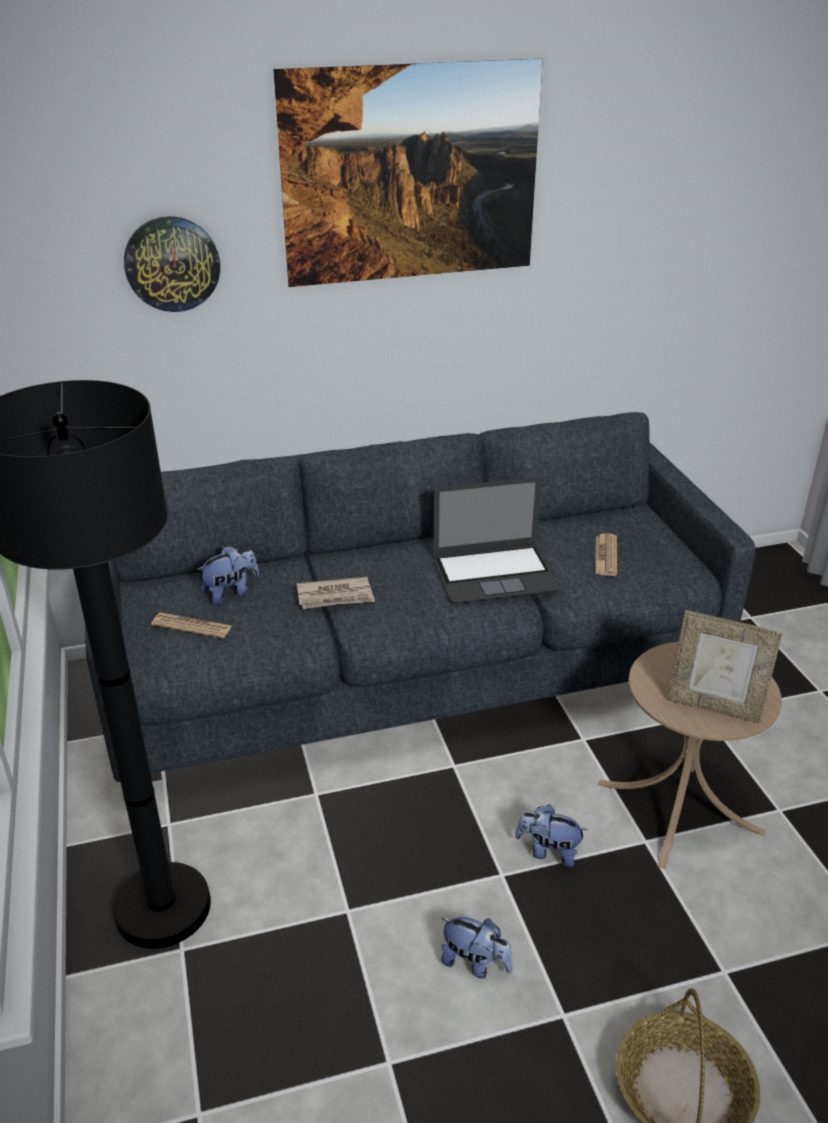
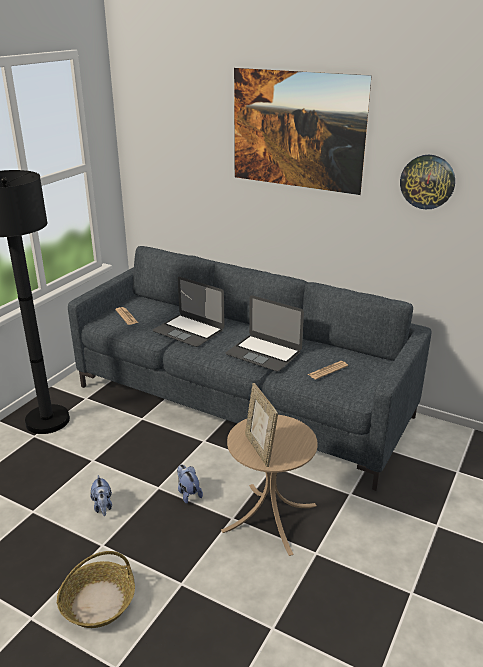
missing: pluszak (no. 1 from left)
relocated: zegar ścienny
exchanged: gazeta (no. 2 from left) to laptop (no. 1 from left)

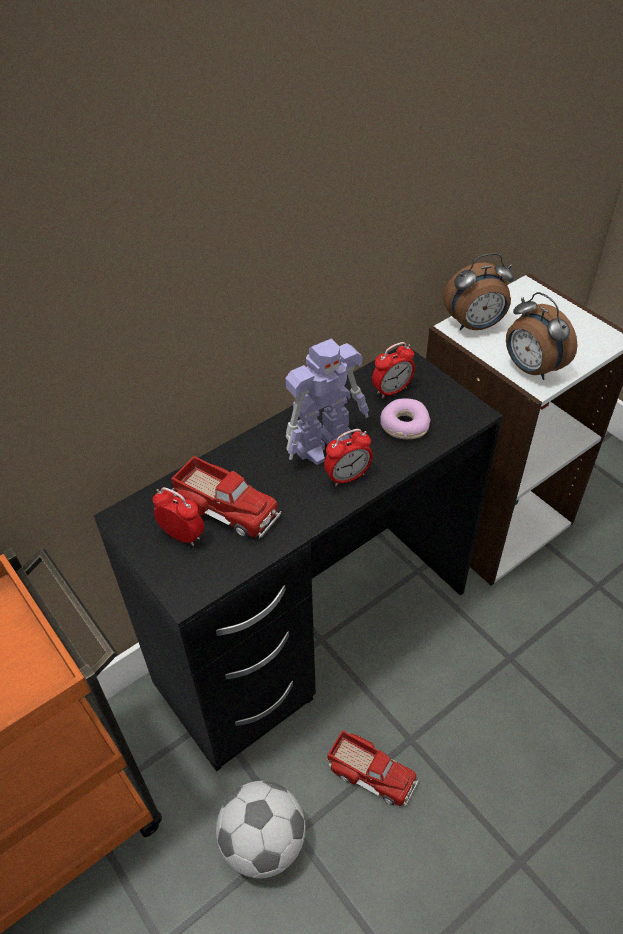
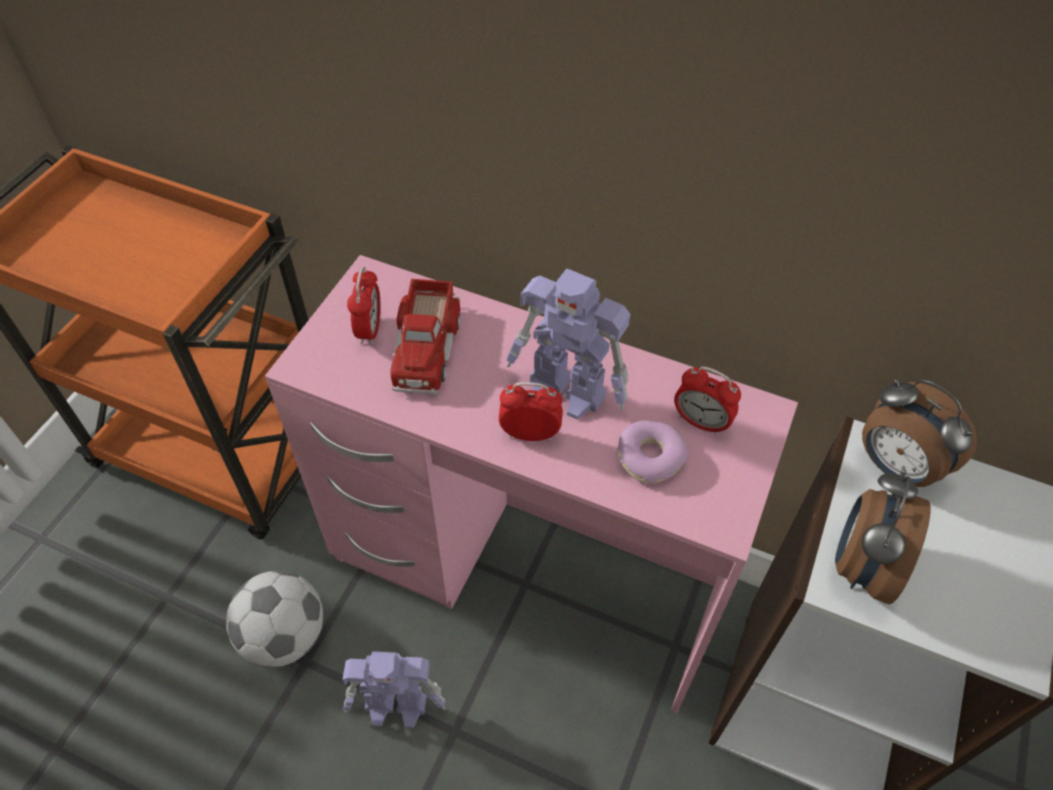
exchanged: ciężarówka zabawkowa (no. 2 from left) to robot zabawkowy (no. 1 from left)
colour: biurko [czarny] to biurko [różowy]
spun: budzik (no. 2 from left) 150 degrees clockwise

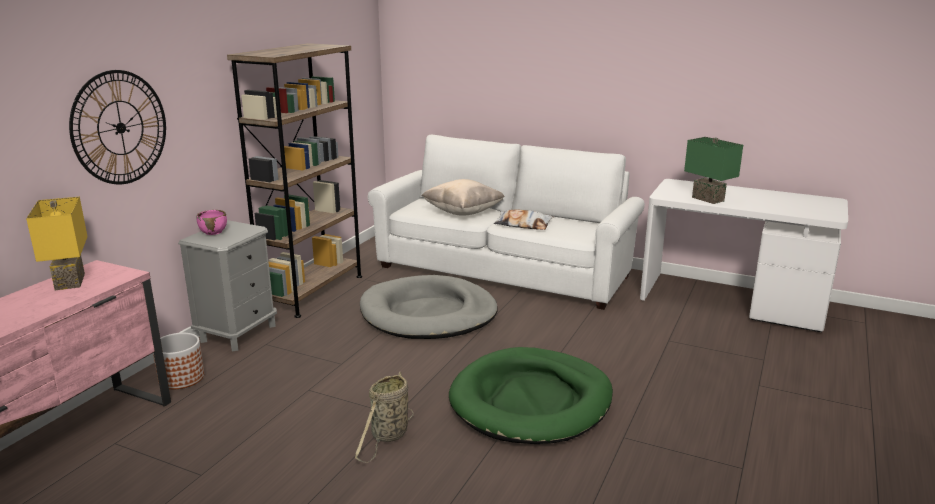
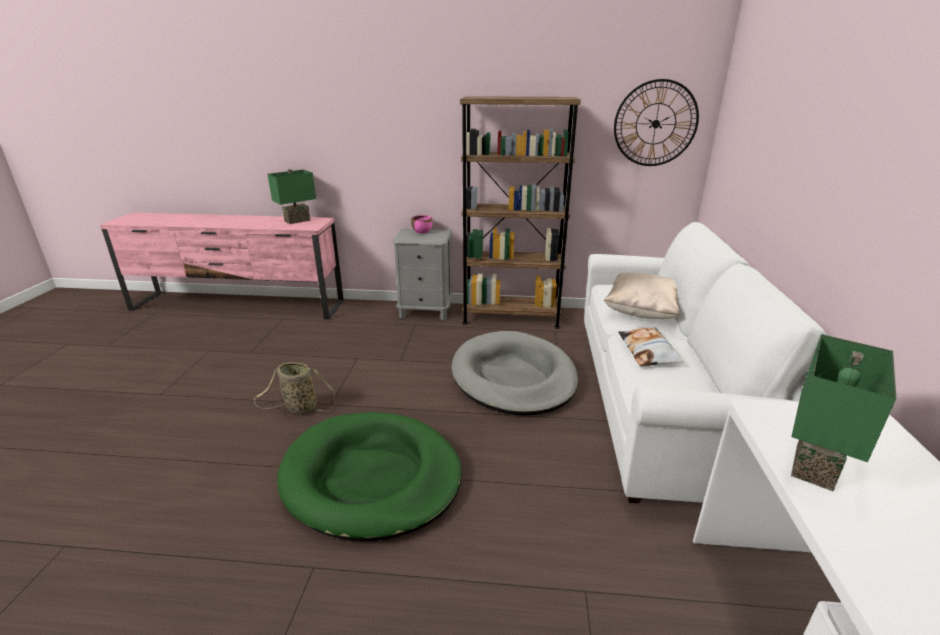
missing: donica
relocated: zegar ścienny
colour: lampa stołowa [żółty] to lampa stołowa [zielony] (no. 1 from left)

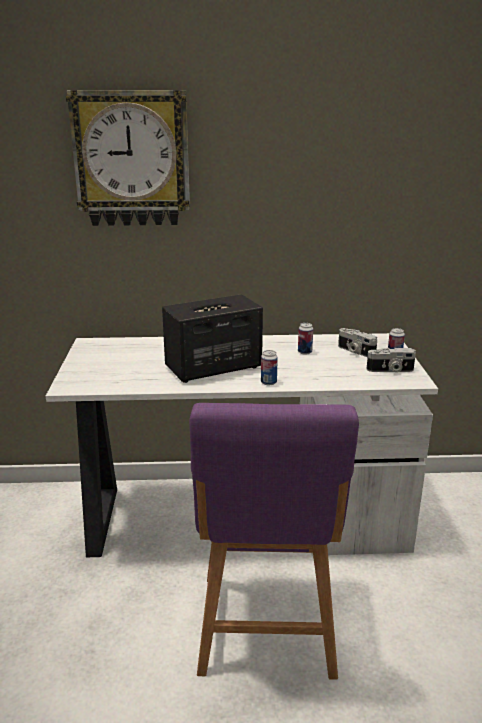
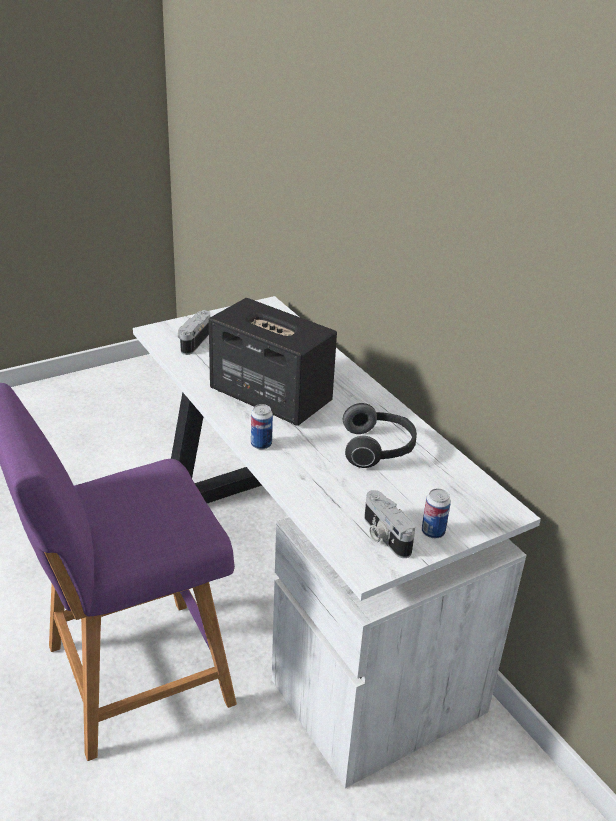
missing: zegar ścienny
relocated: aparat fotograficzny (no. 1 from left)
exchanged: puszka (no. 2 from left) to słuchawki

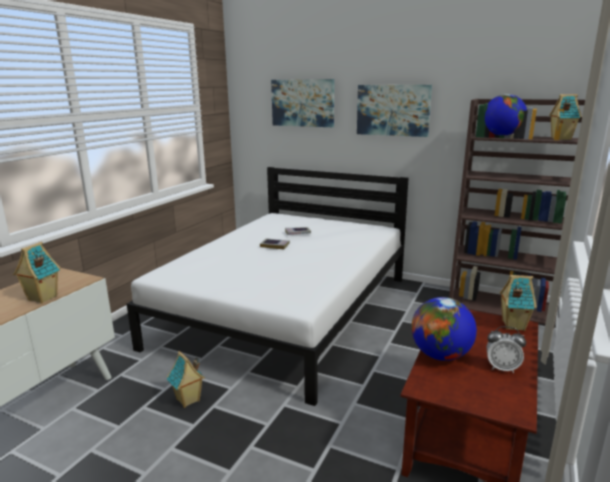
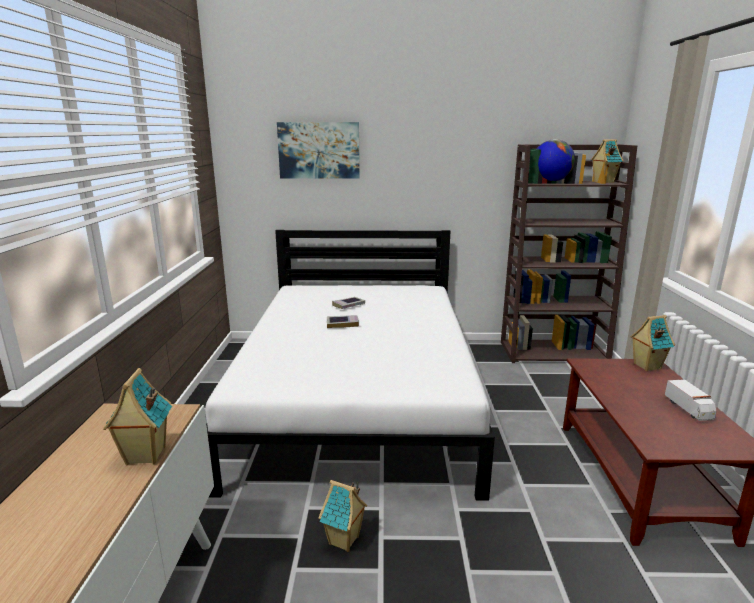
missing: obraz (no. 2 from left); globus (no. 1 from left)
exchanged: budzik to ciężarówka zabawkowa

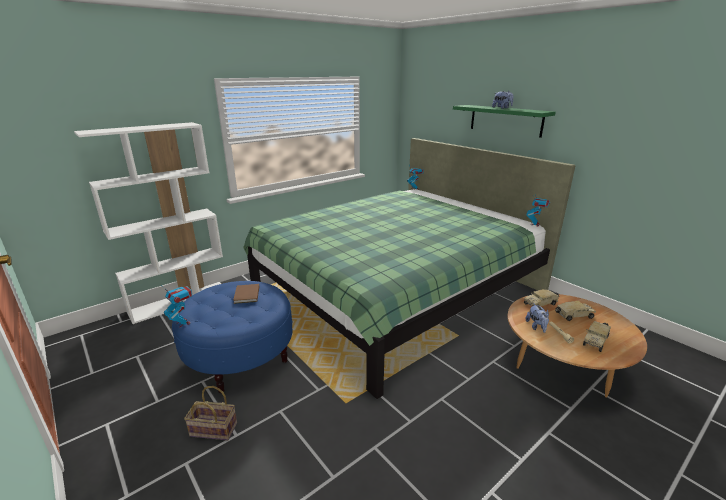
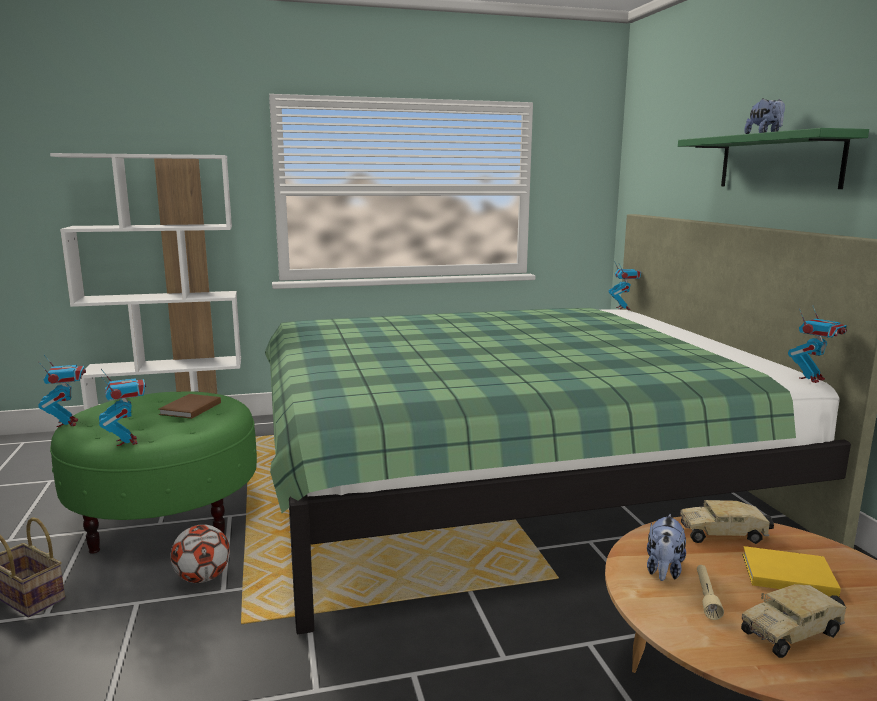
appeared: robot zabawkowy (no. 2 from left); piłka futbolowa
exchanged: ciężarówka zabawkowa (no. 2 from left) to książka [żółty]
colour: pufa [niebieski] to pufa [zielony]

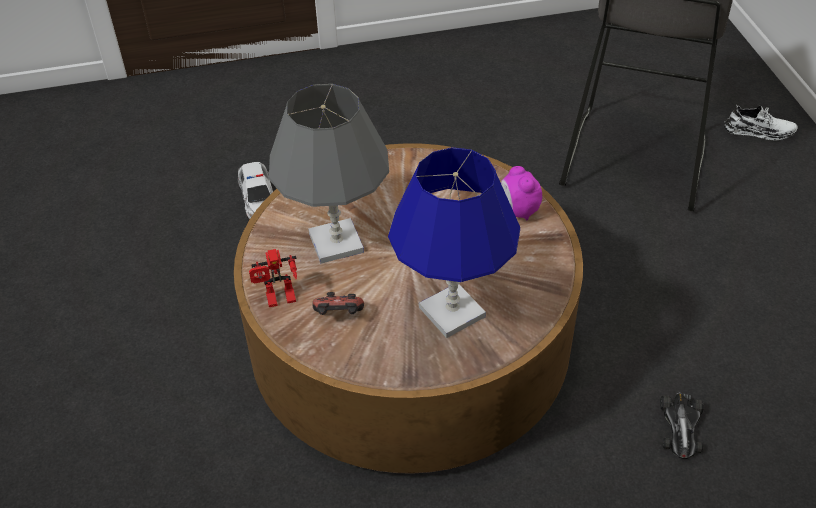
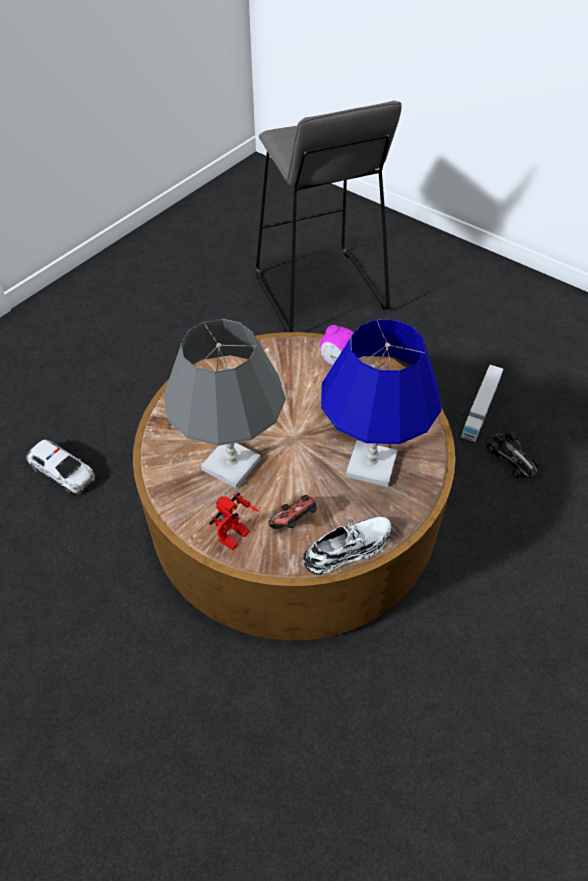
appeared: ciężarówka zabawkowa
relocated: but [biały]

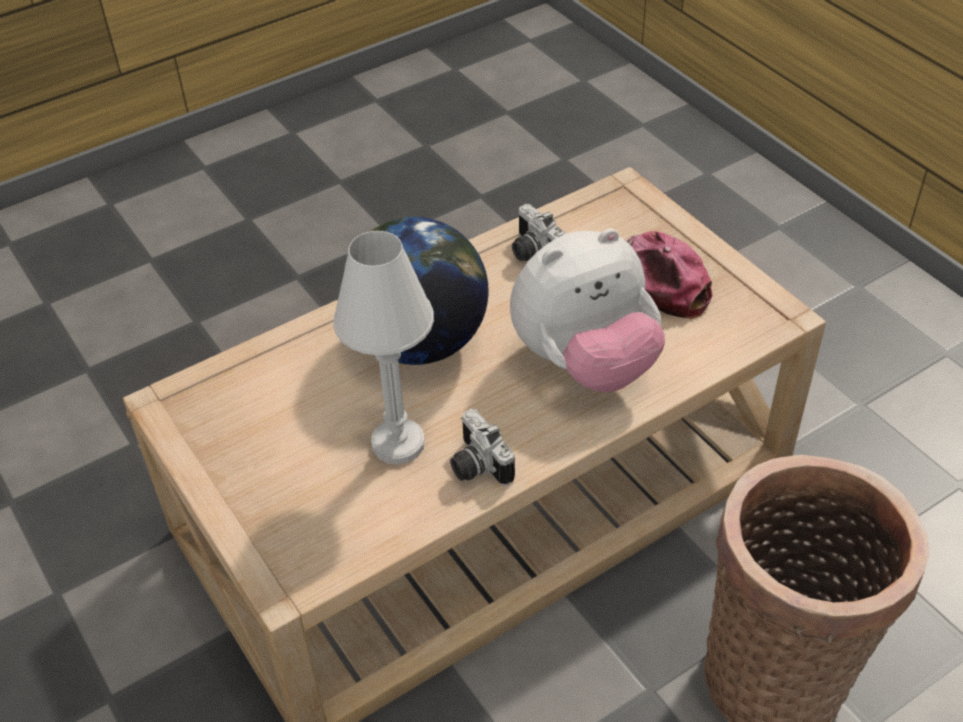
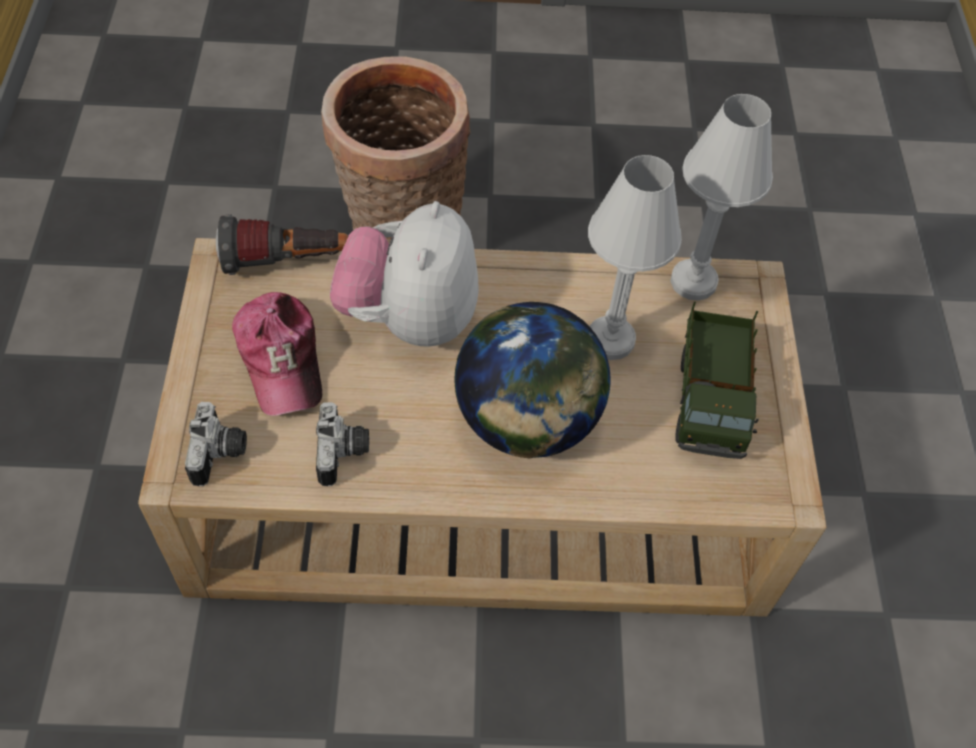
appeared: latarka; lampa stołowa [biały] (no. 2 from left); ciężarówka zabawkowa
relocated: aparat fotograficzny (no. 1 from left)
spun: pluszak 90 degrees counterclockwise

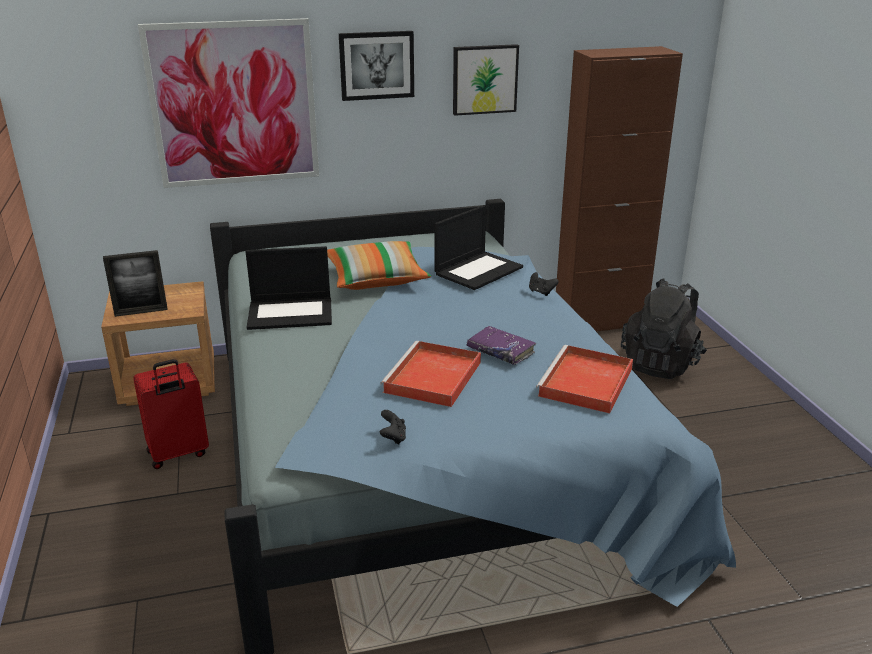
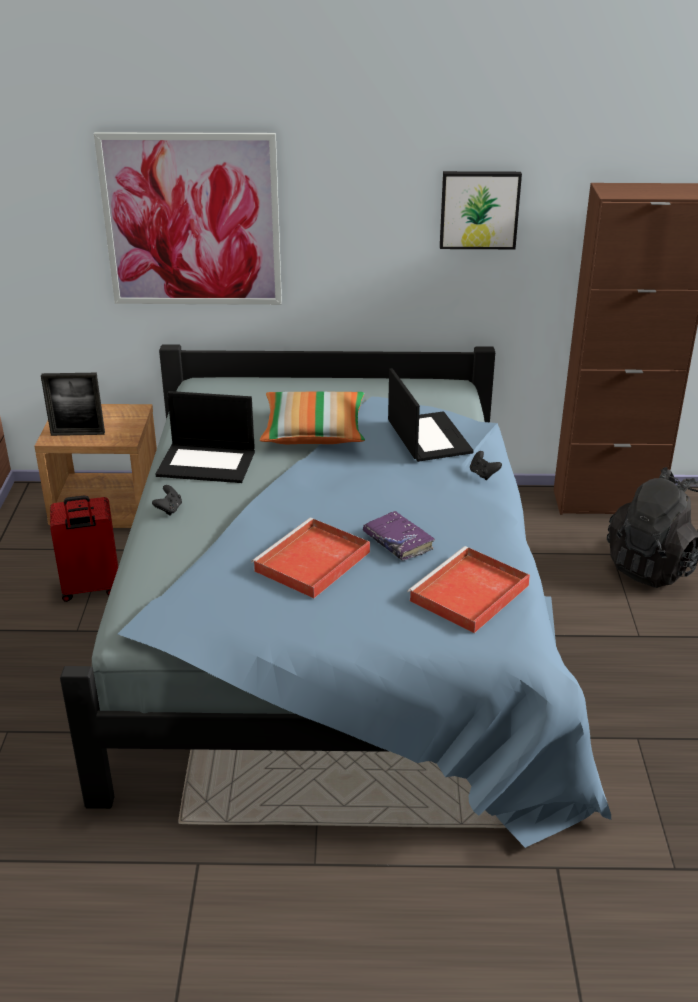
missing: obraz (no. 2 from left)
relocated: pad do gier [czarny] (no. 1 from left)
spun: laptop (no. 2 from left) 75 degrees counterclockwise

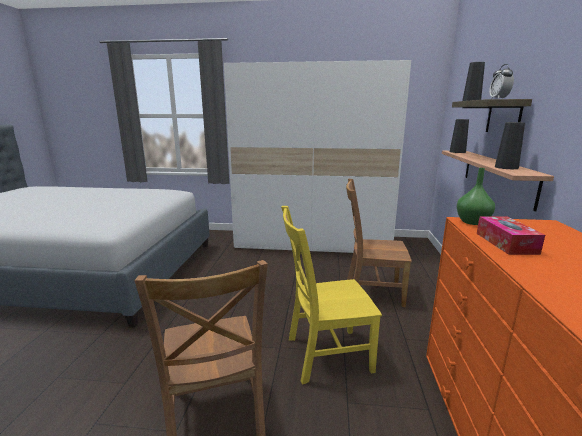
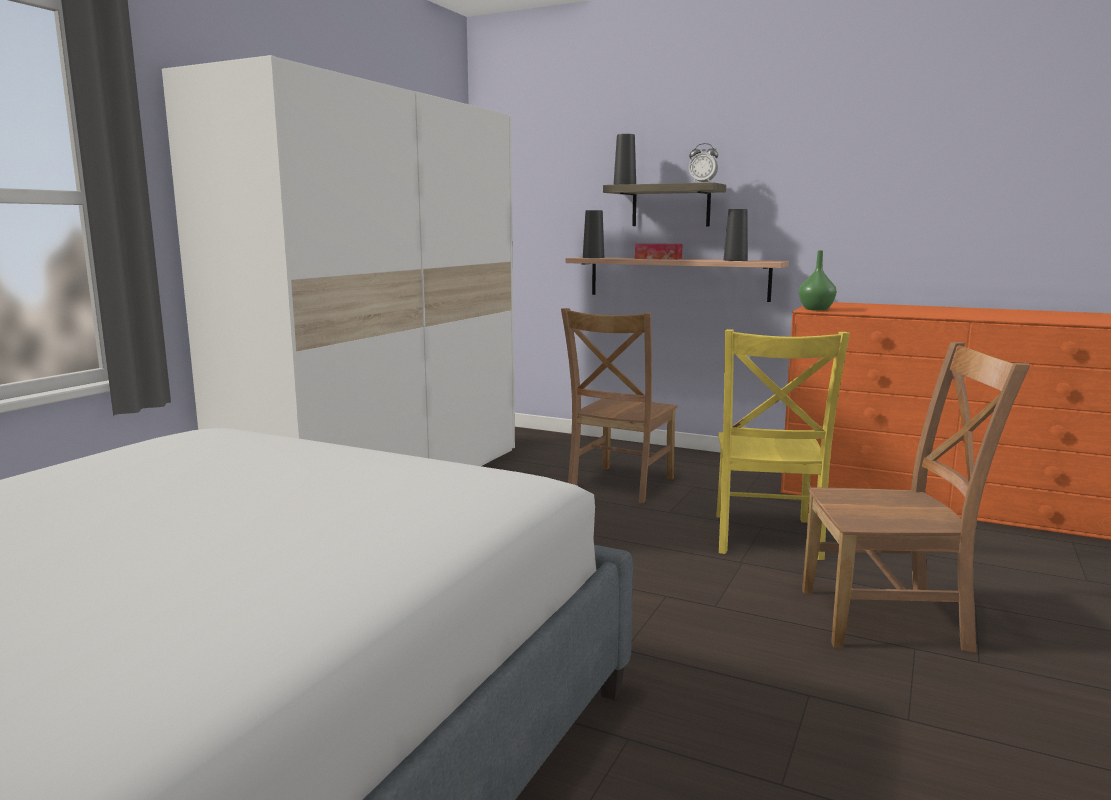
relocated: pudełko chusteczek

